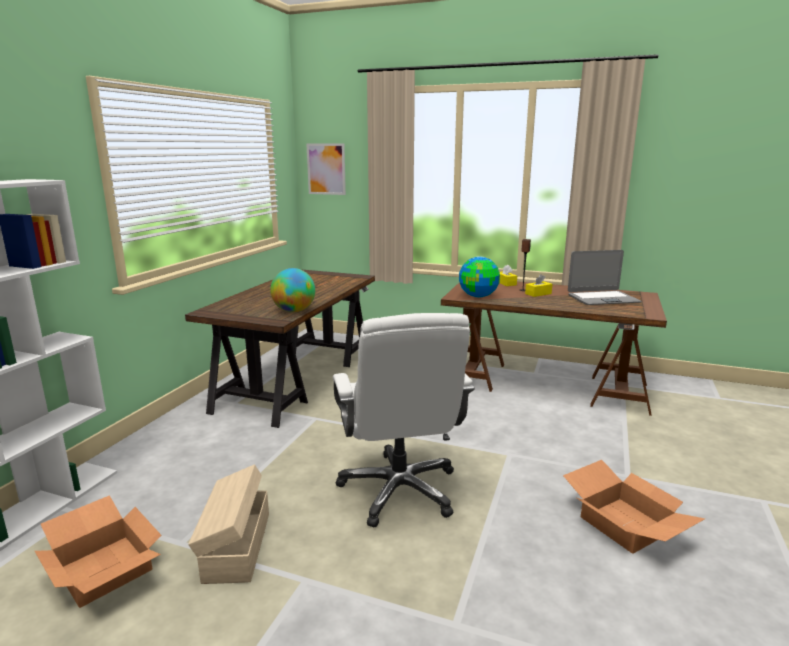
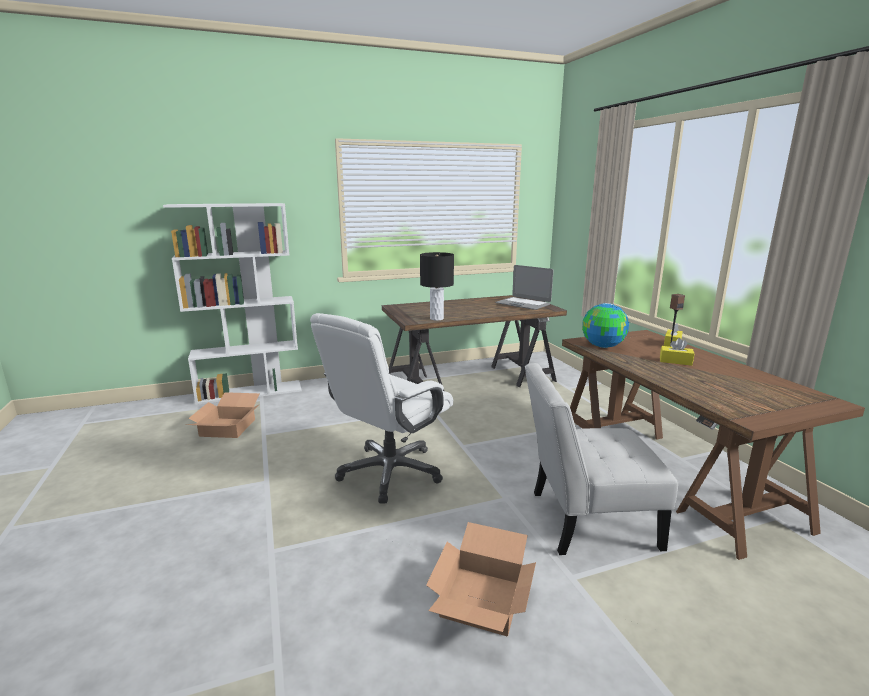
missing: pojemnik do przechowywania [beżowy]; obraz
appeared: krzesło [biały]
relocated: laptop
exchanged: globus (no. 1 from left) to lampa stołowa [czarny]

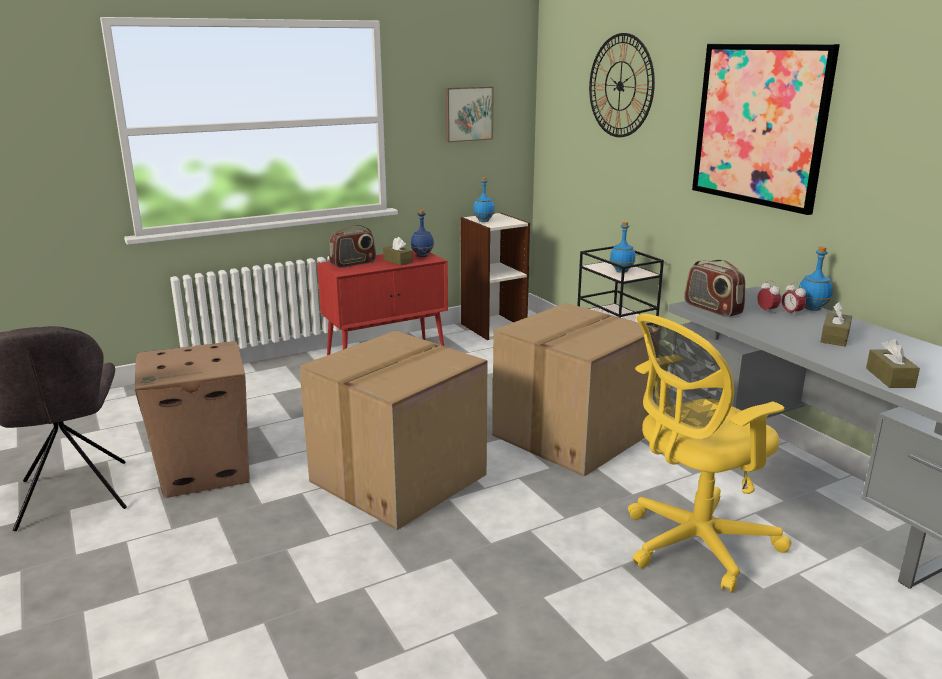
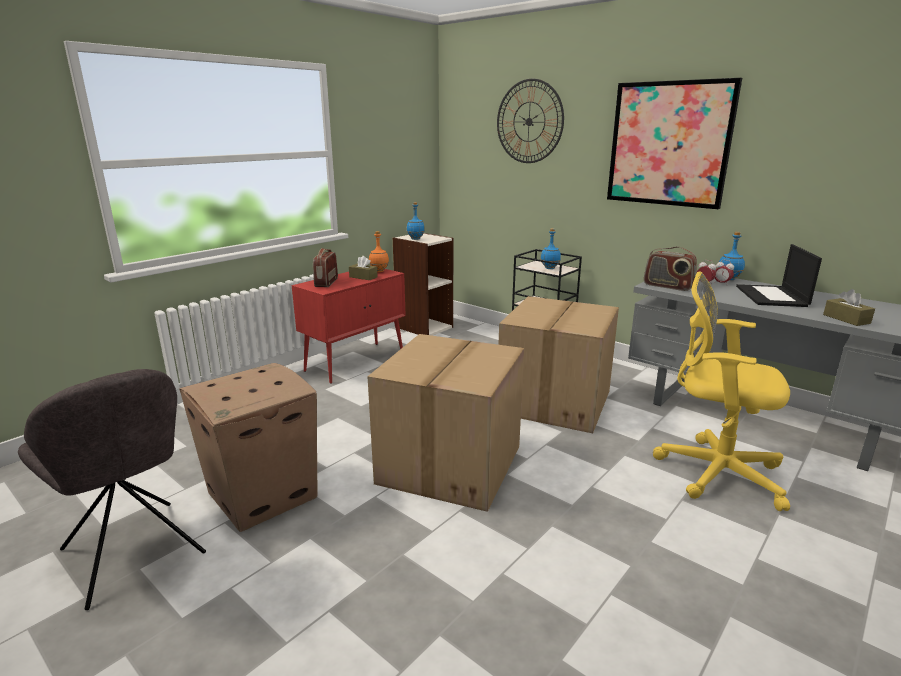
missing: obraz (no. 1 from left)
exchanged: pudełko chusteczek [brązowy] (no. 2 from left) to laptop
colour: butelka [niebieski] (no. 1 from left) to butelka [pomarańczowy]
spun: radio (no. 1 from left) 150 degrees clockwise; krzesło biurowe [żółty] 75 degrees clockwise

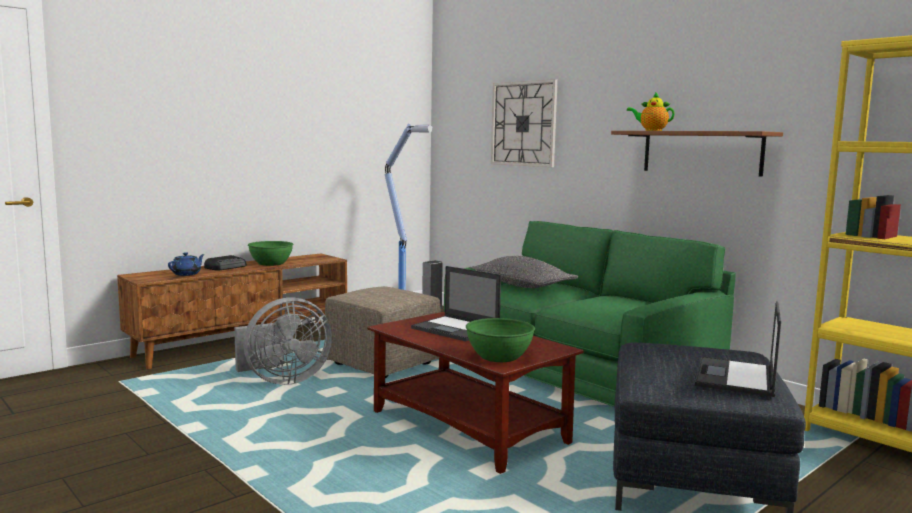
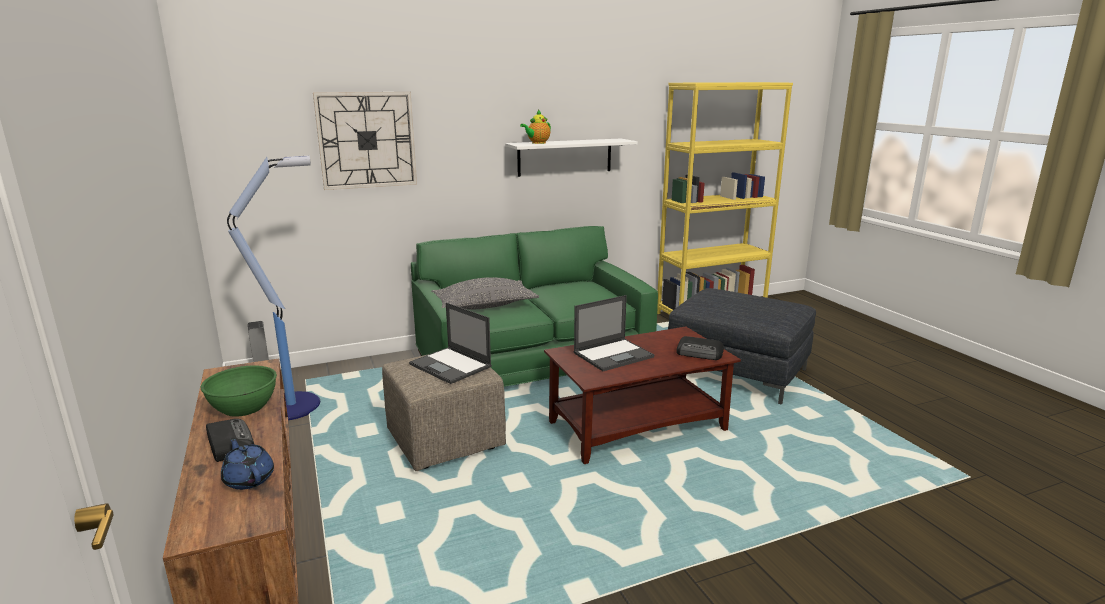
missing: wentylator [szary]
relocated: laptop (no. 2 from left in the first image) to laptop (no. 1 from left)
exchanged: miska [zielony] (no. 2 from left) to radio (no. 2 from left)
colour: półka [brązowy] to półka [biały]

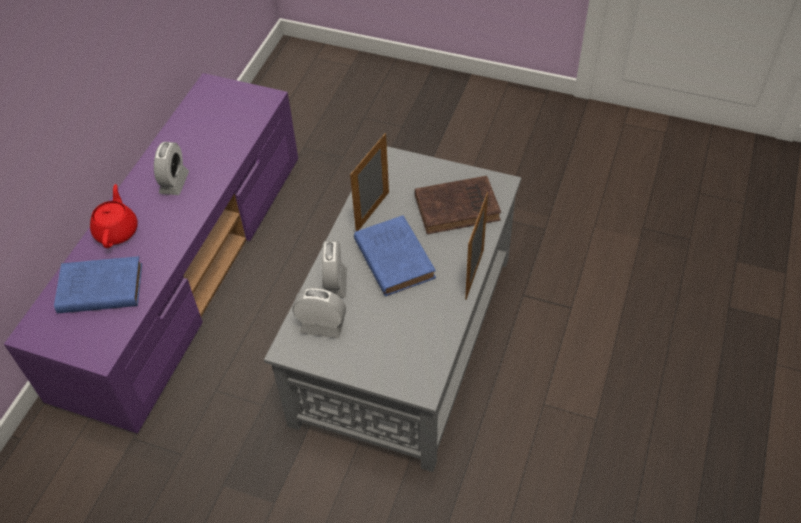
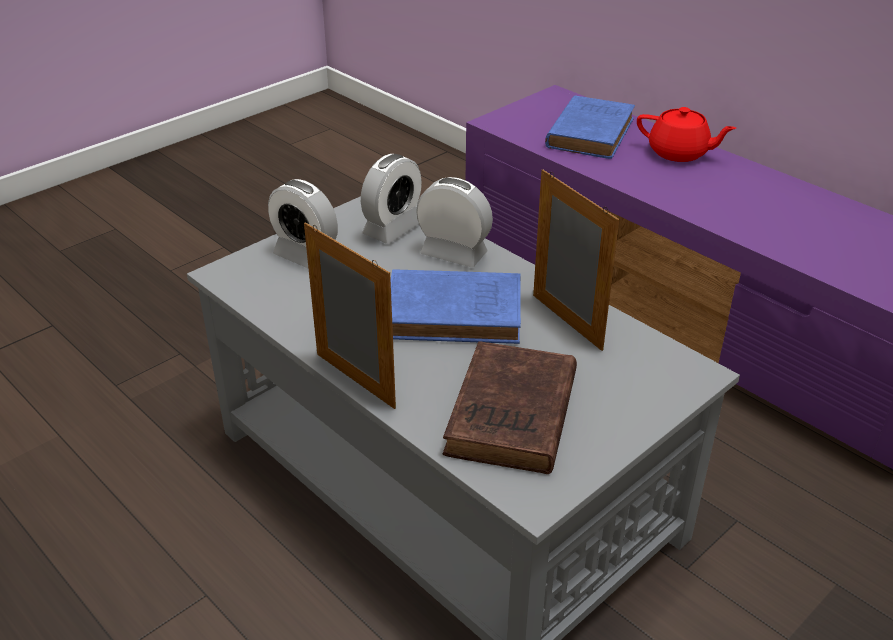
relocated: budzik (no. 1 from left)

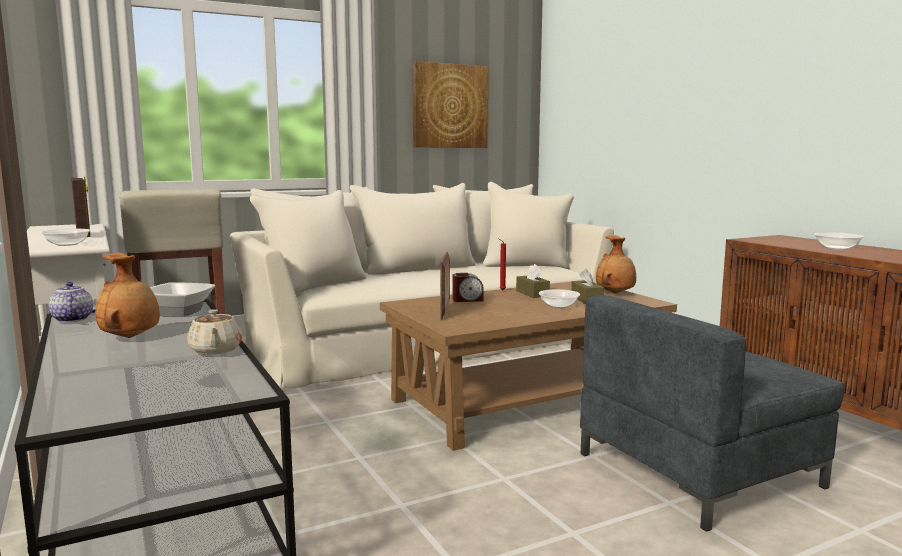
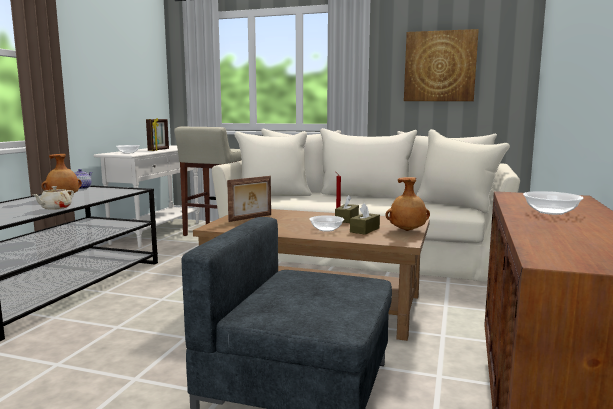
missing: miska (no. 2 from left); budzik

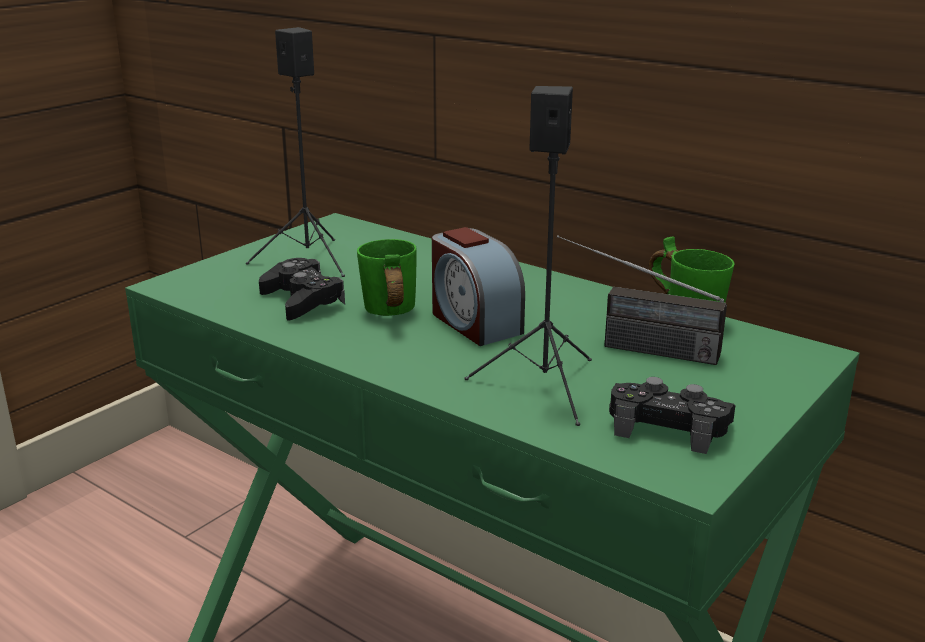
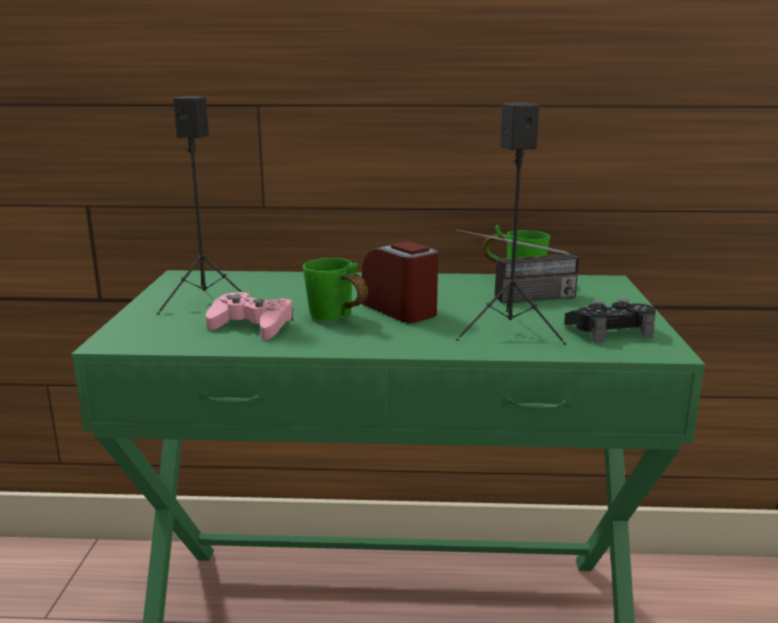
colour: pad do gier [czarny] (no. 1 from left) to pad do gier [różowy]
spun: budzik 150 degrees counterclockwise

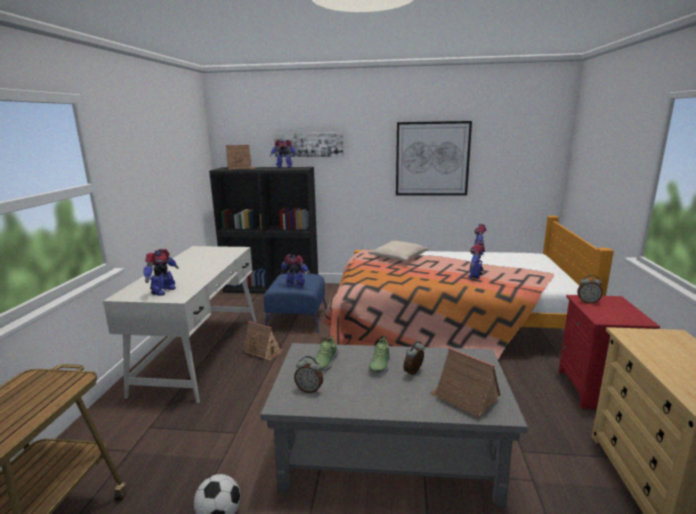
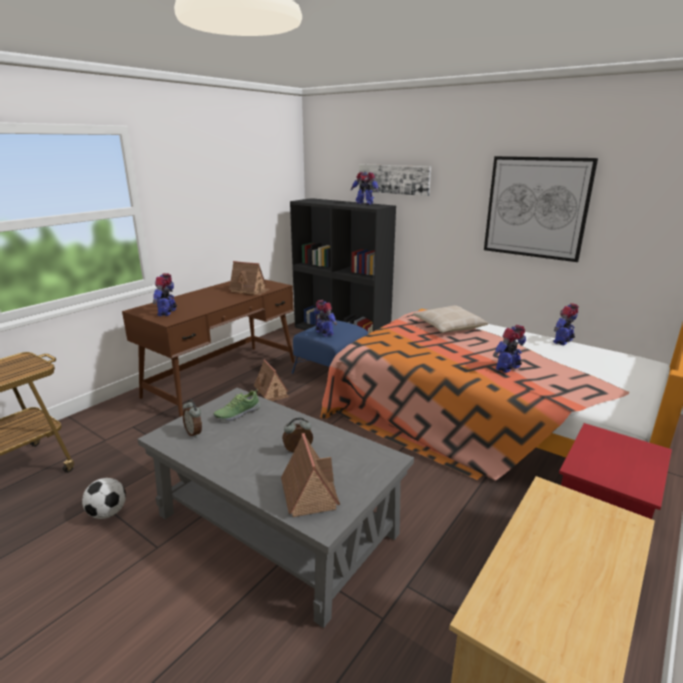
missing: but (no. 2 from left); budzik (no. 3 from left)
relocated: domek (no. 1 from left)
colour: biurko [biały] to biurko [brązowy]
spun: robot zabawkowy (no. 1 from left) 135 degrees clockwise

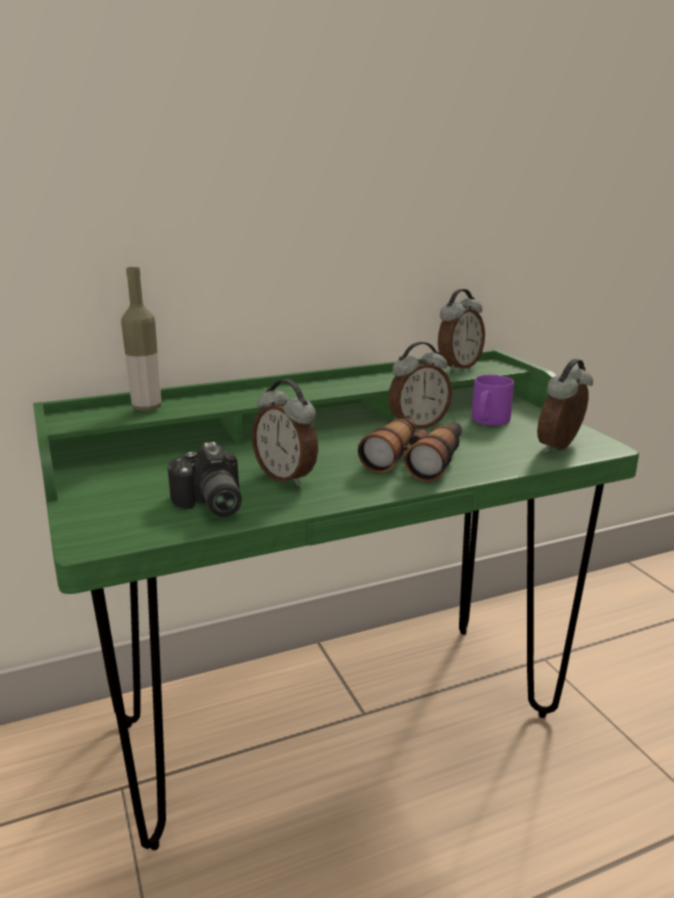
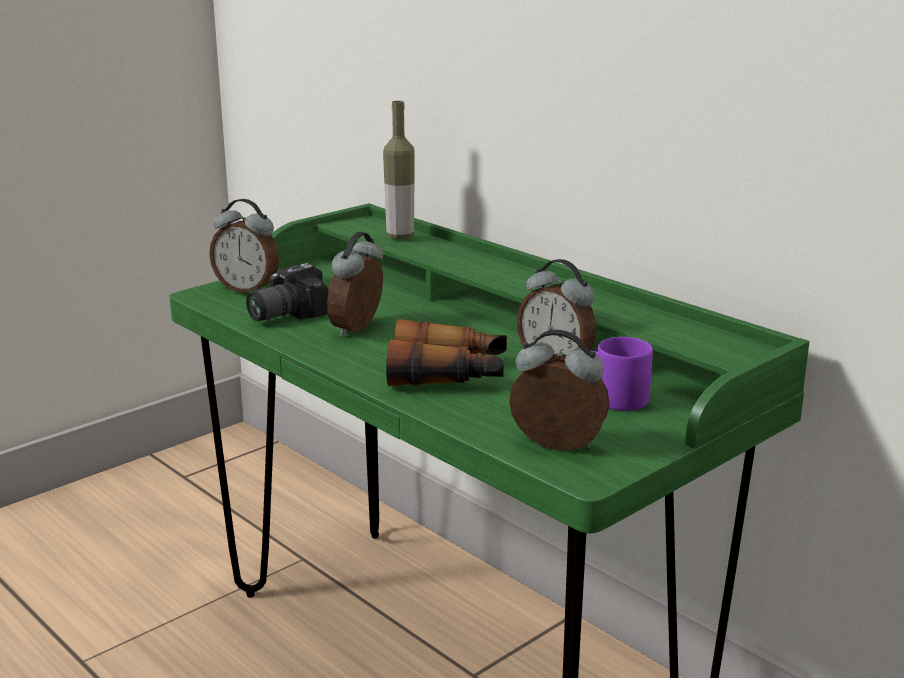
relocated: budzik (no. 3 from left in the first image) to budzik (no. 1 from left)

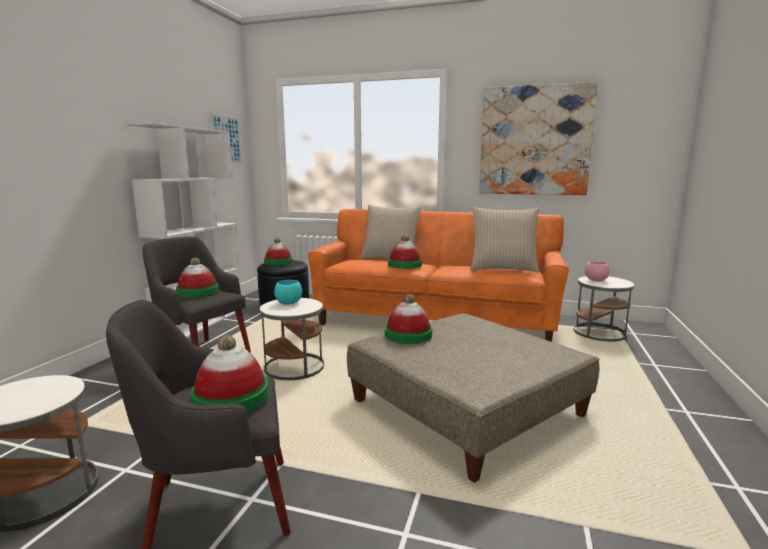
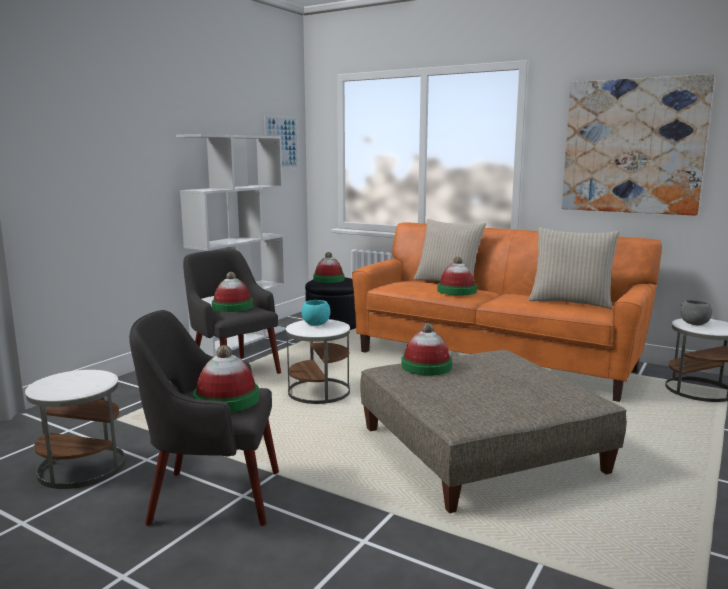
colour: miska [różowy] to miska [szary]

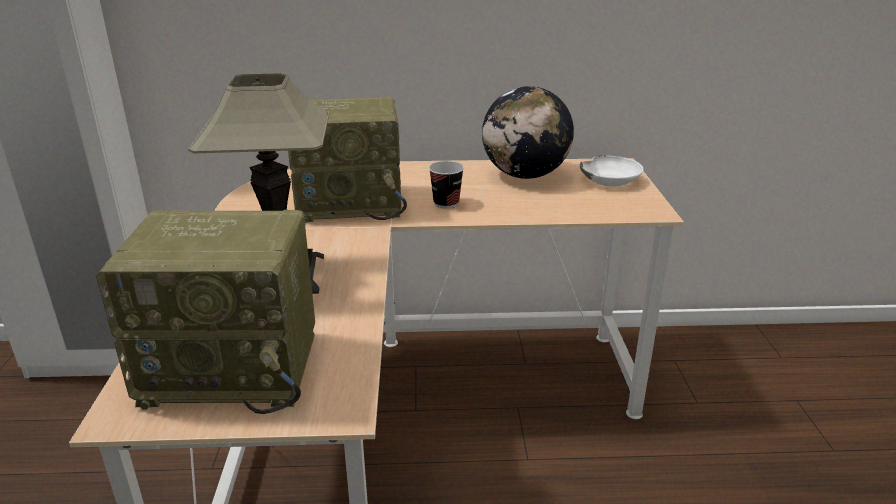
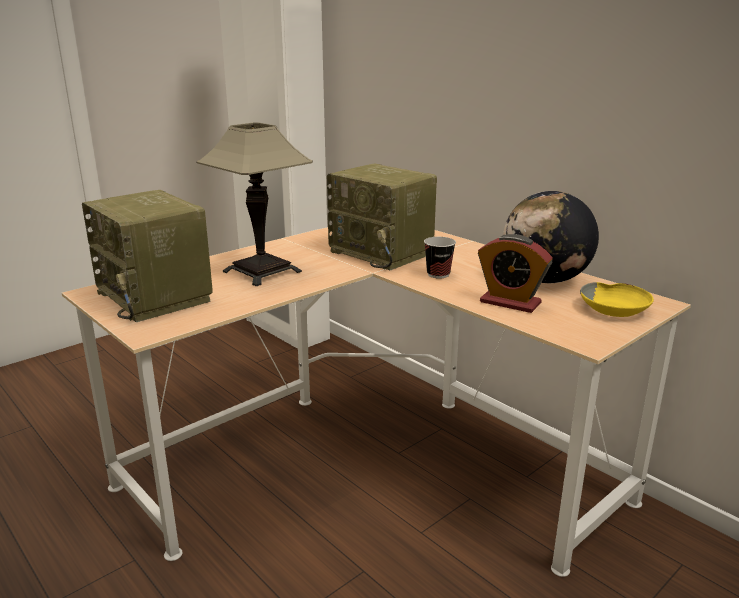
appeared: budzik
colour: miska [biały] to miska [żółty]

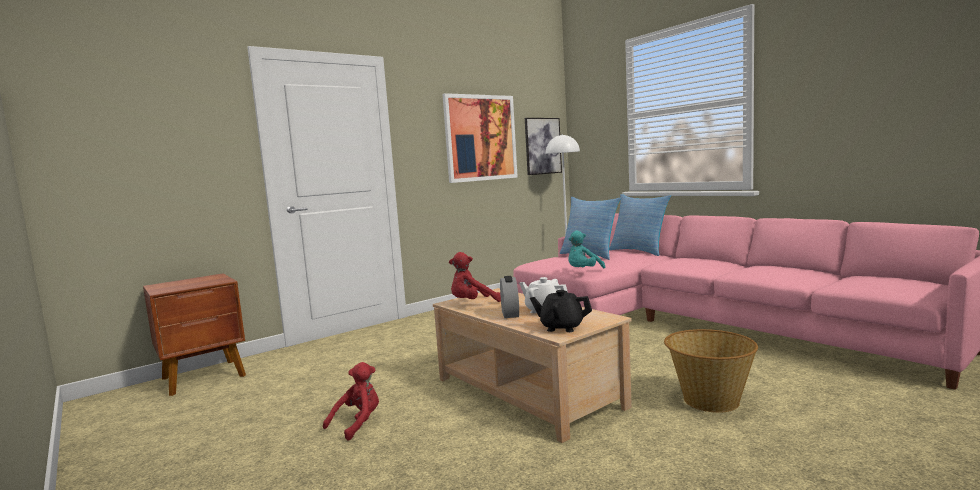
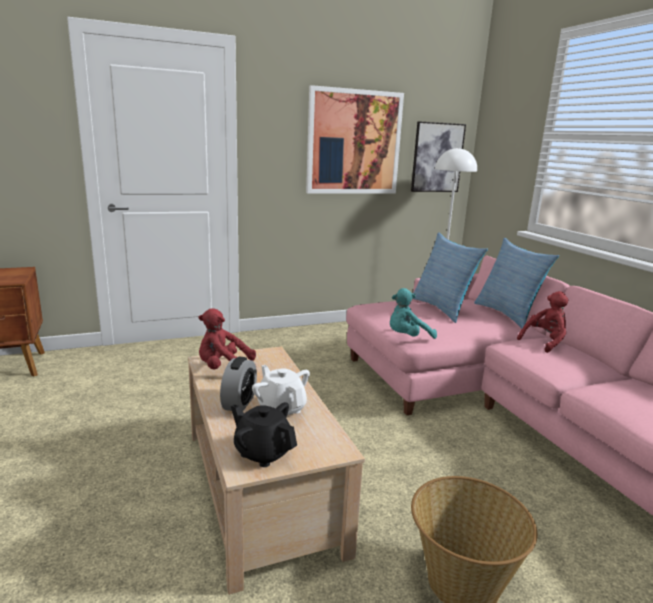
relocated: pluszak [czerwony] (no. 1 from left in the first image) to pluszak [czerwony] (no. 2 from left)

